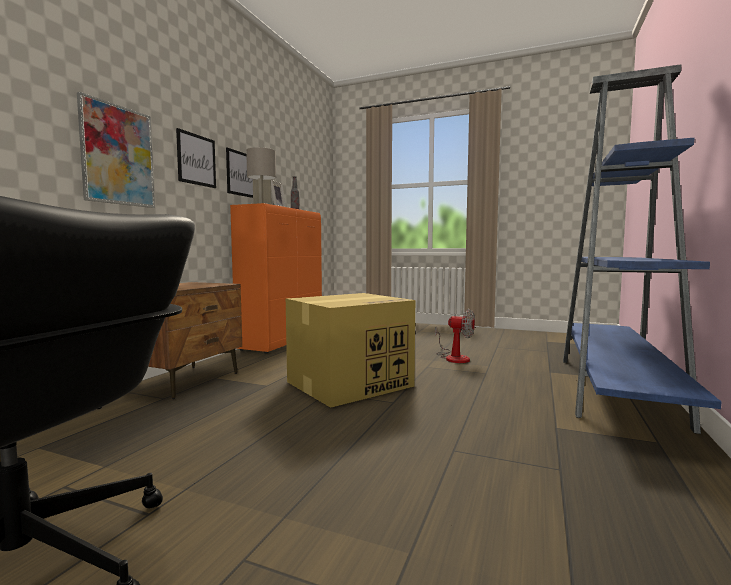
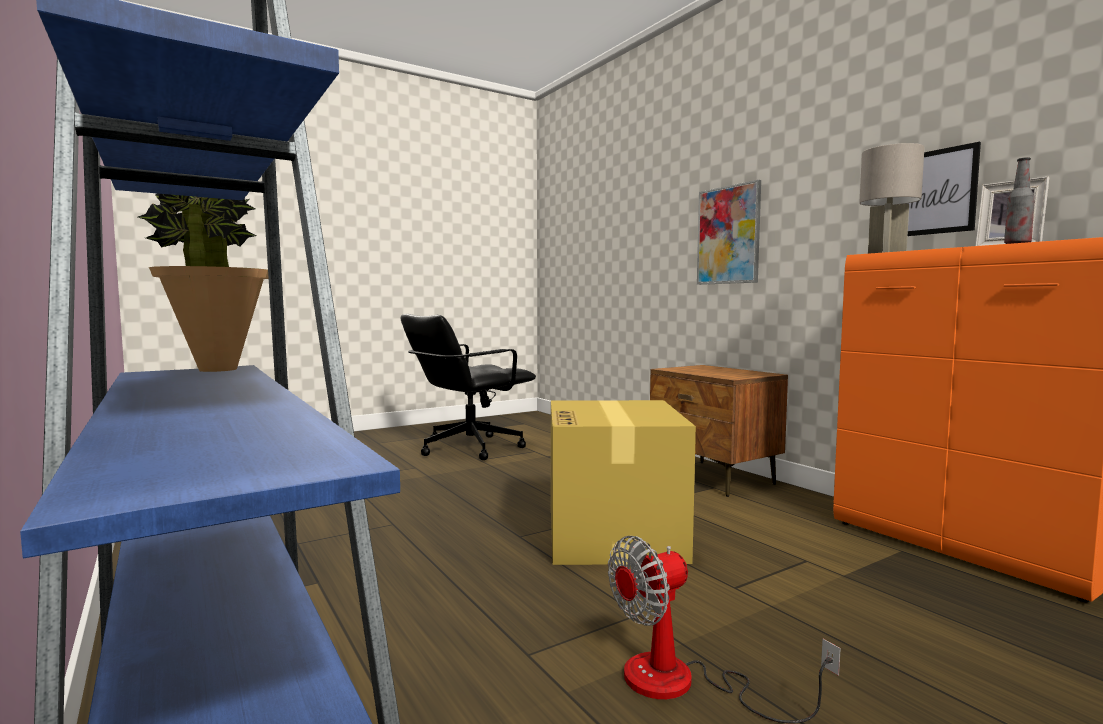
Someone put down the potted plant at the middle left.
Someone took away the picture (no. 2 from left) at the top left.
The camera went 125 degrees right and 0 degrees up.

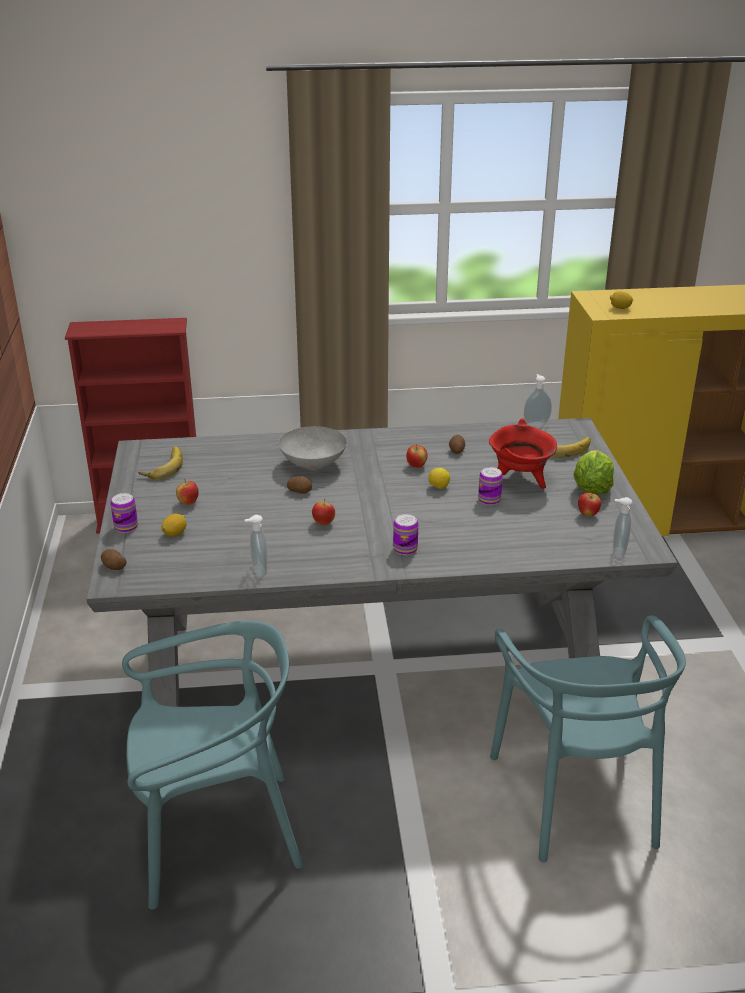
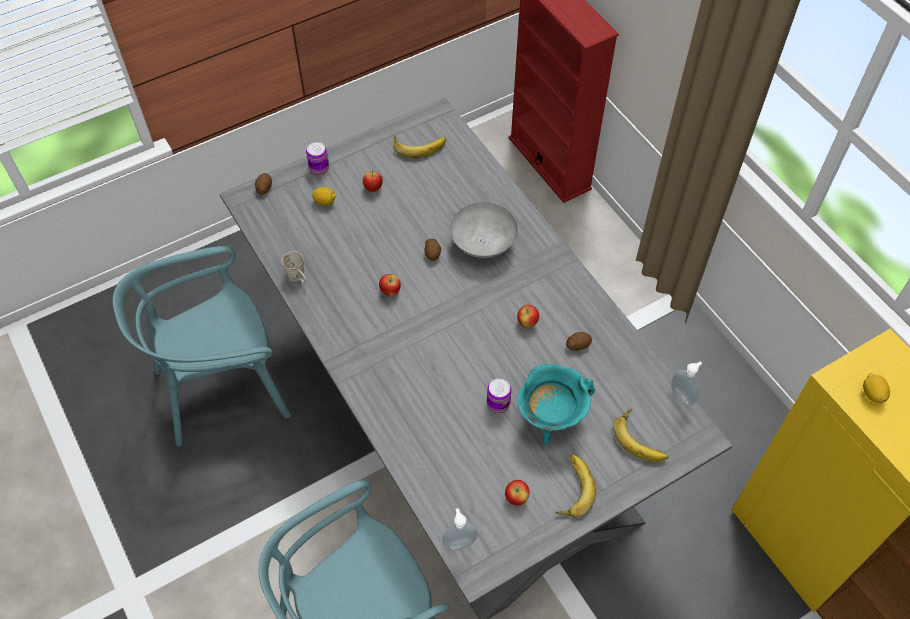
Someone rotated the turquoise chair (no. 1 from left) at the bottom left by 105 degrees clockwise.
Someone swapped the soap dispenser (no. 1 from left) at the centre for the white mug at the middle left.
Someone repainted the red cooking pot at the middle right, which became the turquoise cooking pot at the centre.
Someone swapped the lettuce at the middle right for the banana (no. 2 from left) at the bottom centre.
Someone took away the can (no. 2 from left) at the centre.
Someone took away the lemon (no. 2 from left) at the centre.
The camera went 65 degrees right and 25 degrees up.

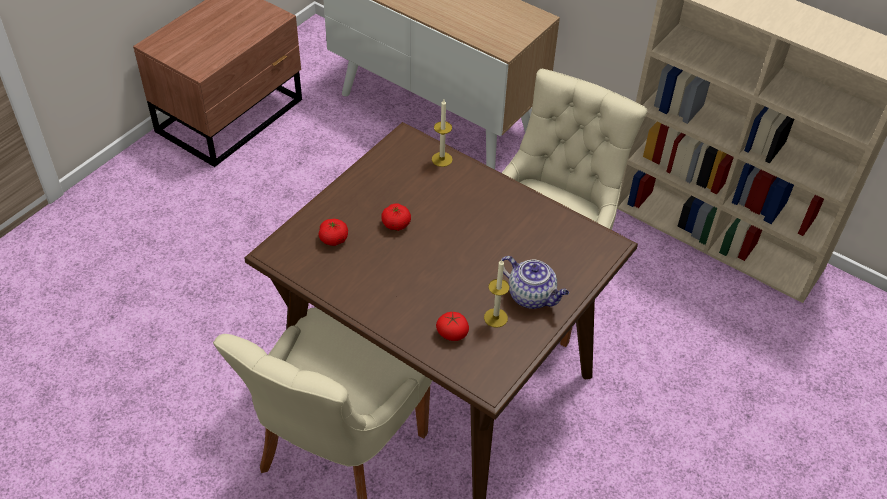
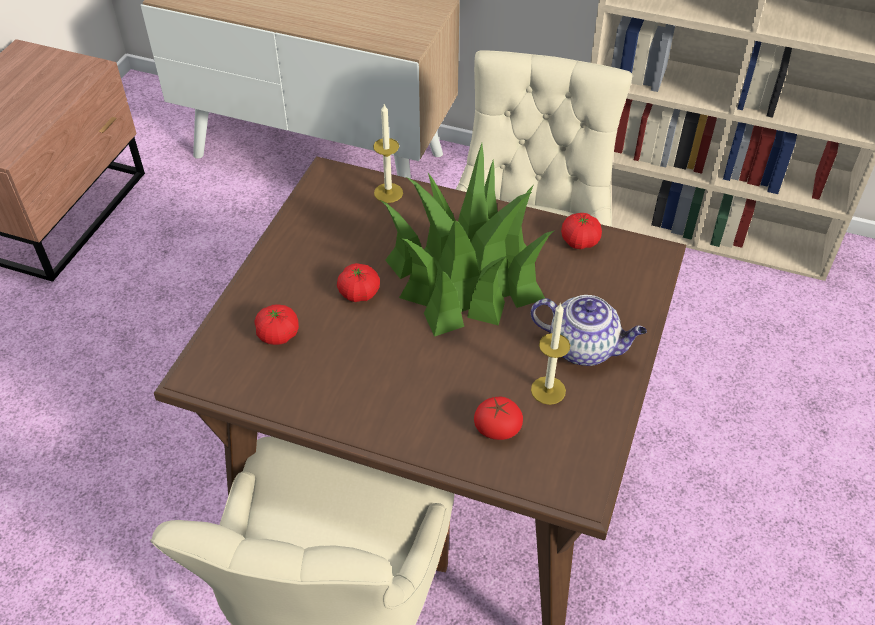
Someone put down the potted plant at the centre.
Someone put down the tomato (no. 4 from left) at the centre.
The camera went 15 degrees left and 0 degrees up.

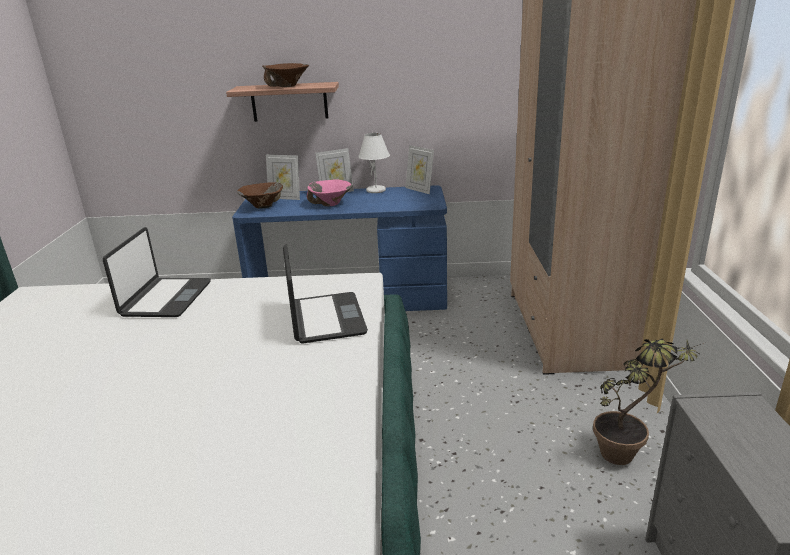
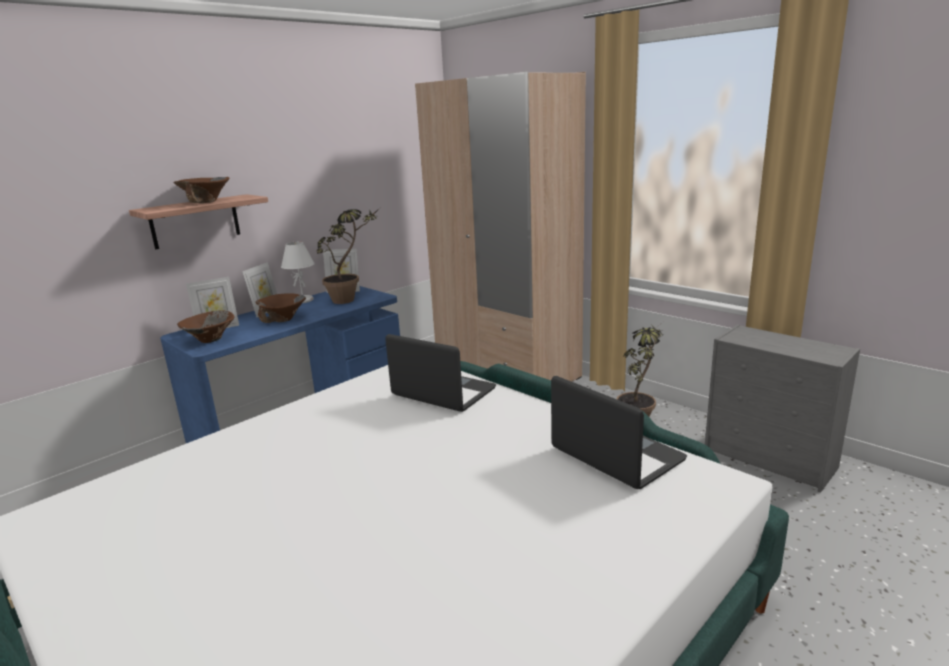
Someone repainted the pink bowl at the centre, which became the brown bowl (no. 3 from left) at the middle left.
Someone put down the potted plant (no. 1 from left) at the centre.
Someone carried the laptop (no. 1 from left in the first image) from the middle left to the centre.
The camera went 45 degrees left and 5 degrees down.

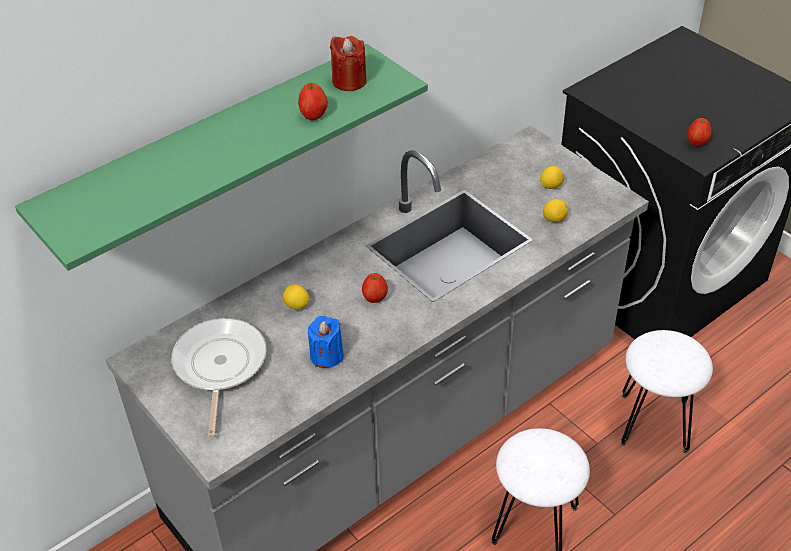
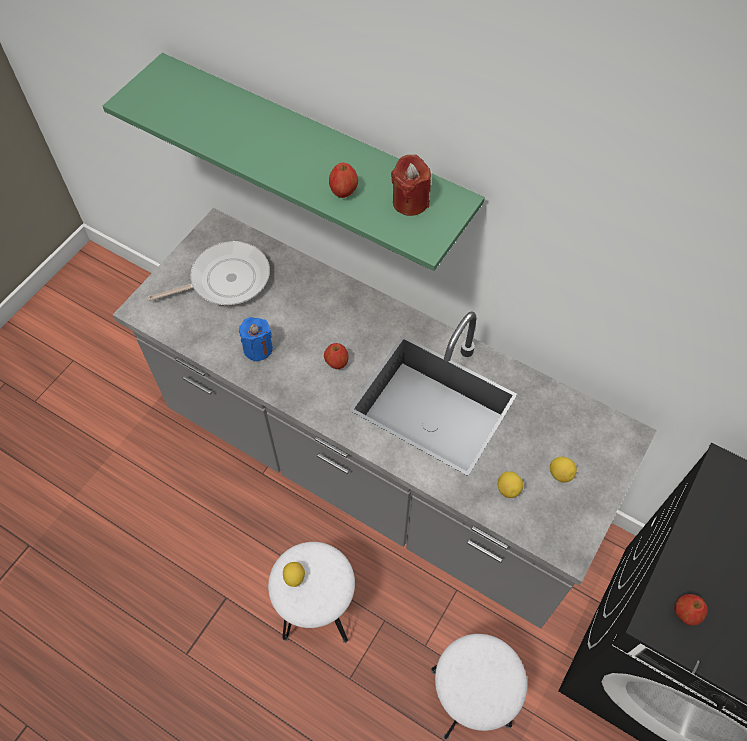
Someone carried the lemon (no. 1 from left) from the centre to the bottom centre.
The camera went 70 degrees right and 15 degrees up.

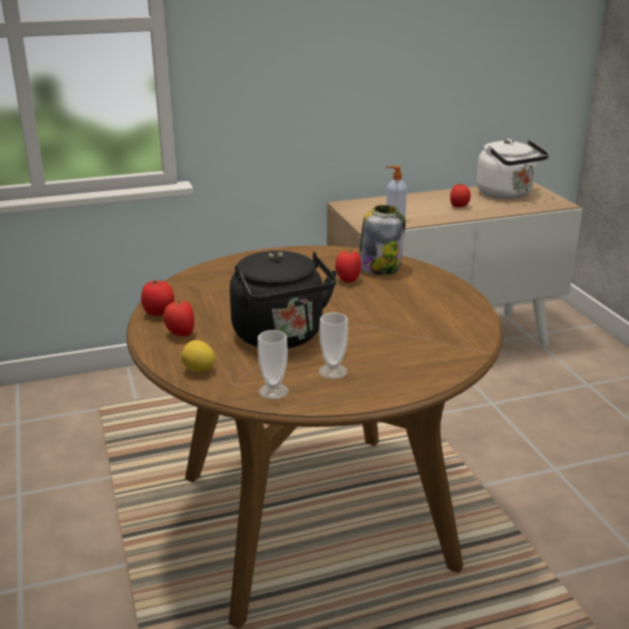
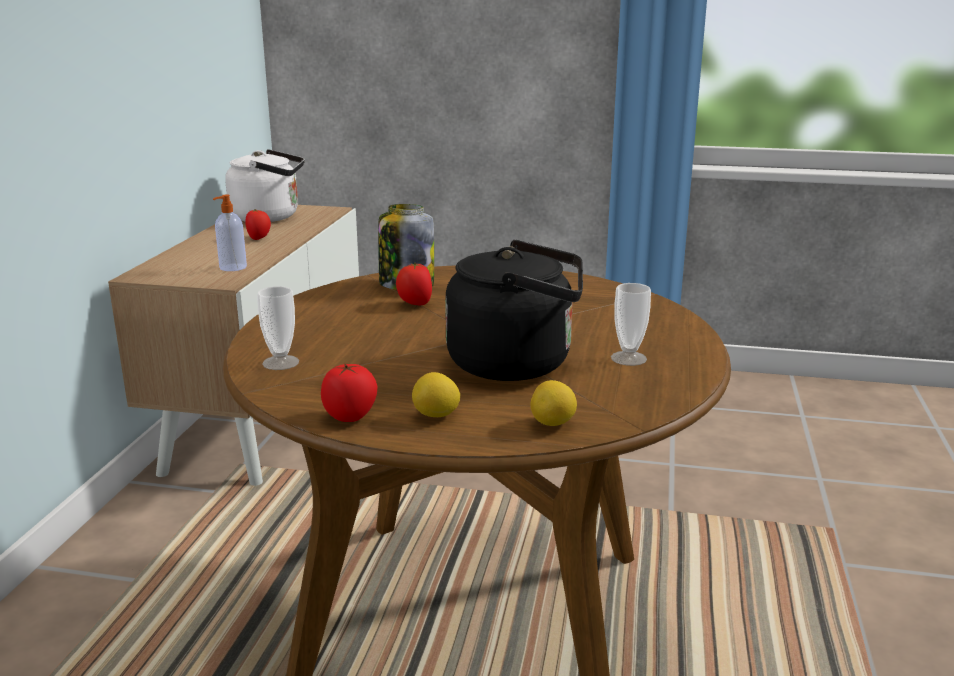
Someone carried the cup (no. 1 from left) from the centre to the middle left.
Someone swapped the tomato (no. 2 from left) at the middle left for the lemon (no. 1 from left) at the centre.
The camera went 60 degrees left and 5 degrees down.

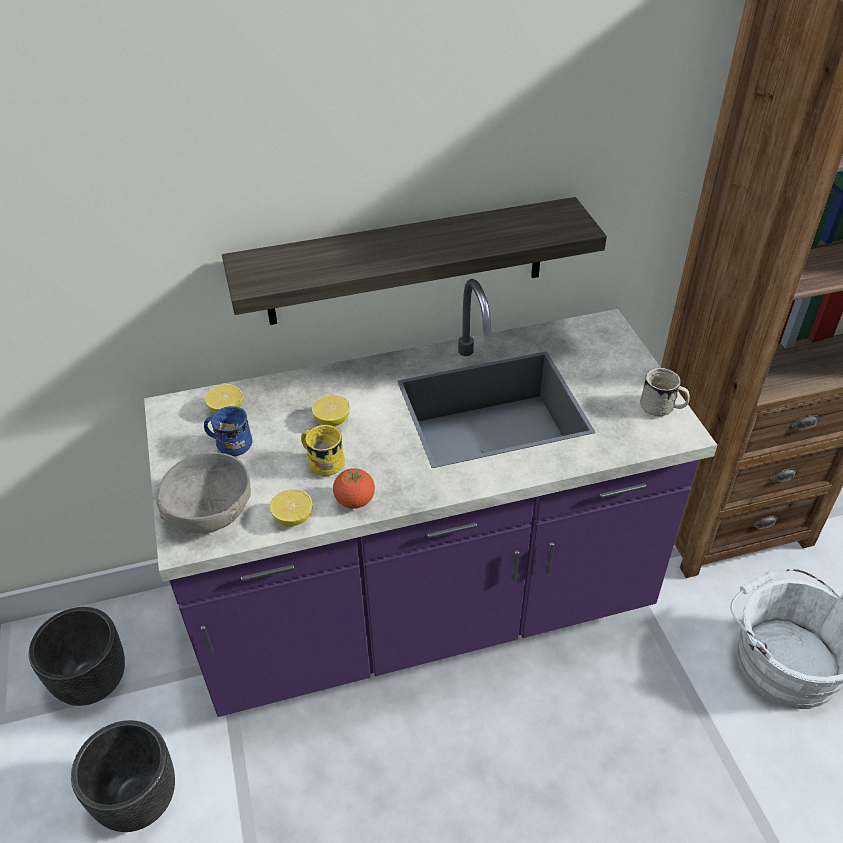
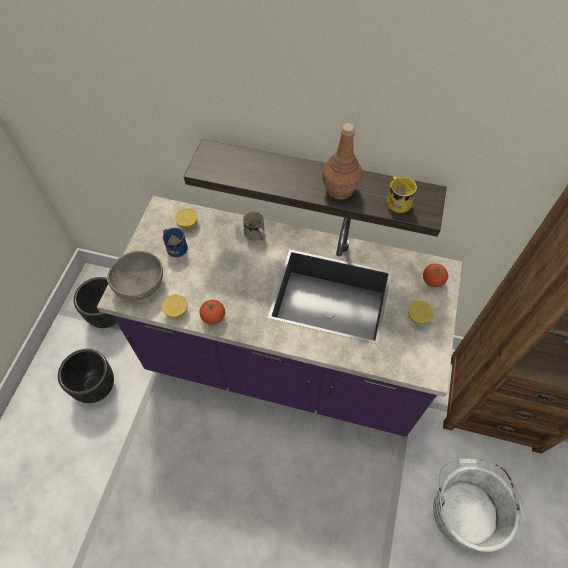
Someone carried the white mug from the middle right to the centre.
Someone put down the brown bottle at the top centre.
Someone carried the yellow mug from the centre to the middle right.
Someone carried the lemon (no. 3 from left) from the centre to the middle right.
Someone put down the tomato (no. 2 from left) at the middle right.
The camera went 30 degrees right and 15 degrees up.

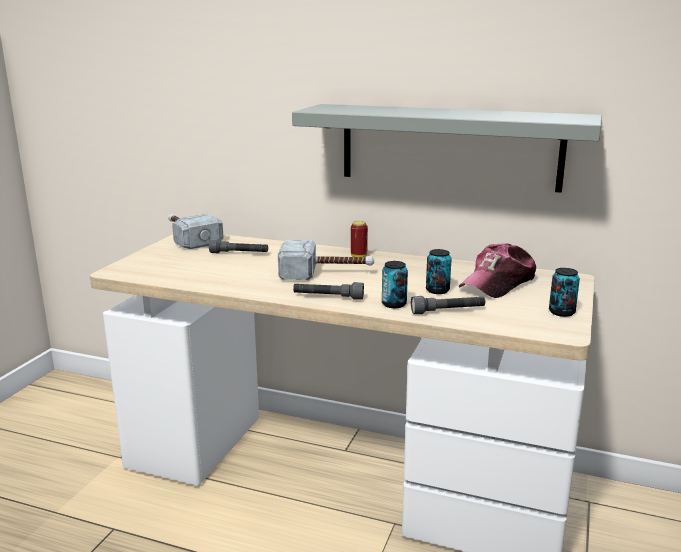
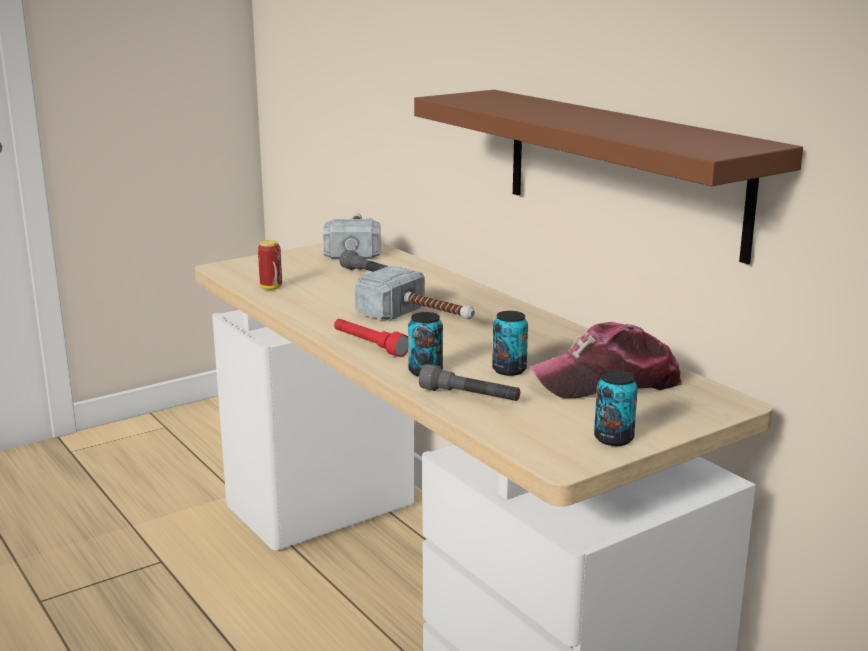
Someone carried the can (no. 1 from left) from the centre to the middle left.
Someone repainted the grey flashlight (no. 2 from left) at the centre, which became the red flashlight at the centre.
Someone repainted the grey shelf at the top centre, which became the brown shelf at the top right.
The camera went 35 degrees right and 0 degrees up.

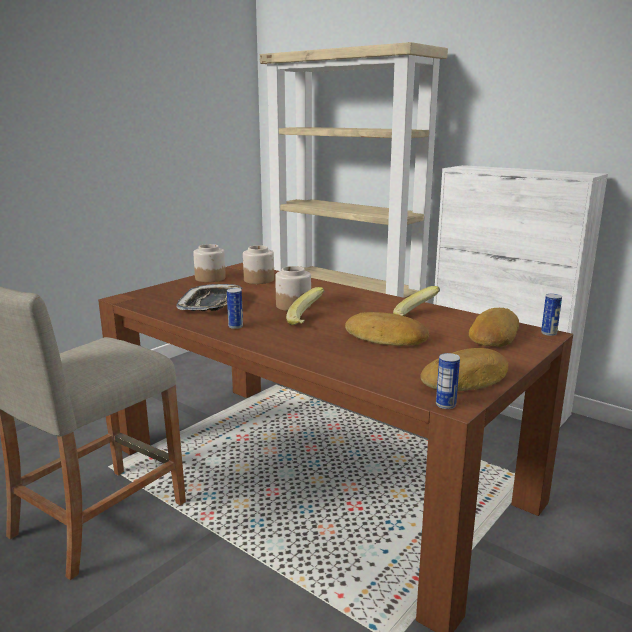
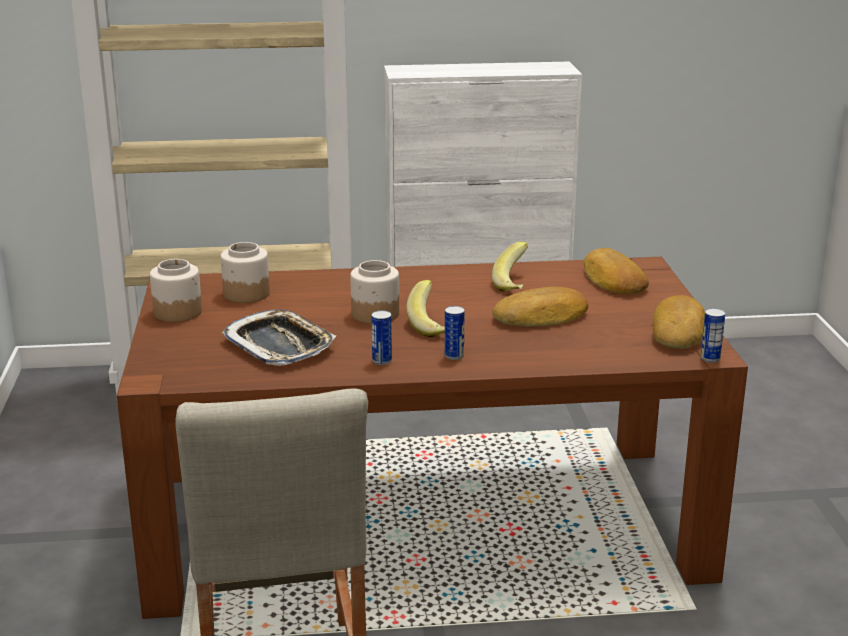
Someone carried the can (no. 3 from left in the first image) from the middle right to the centre.
The camera went 45 degrees left and 5 degrees up.

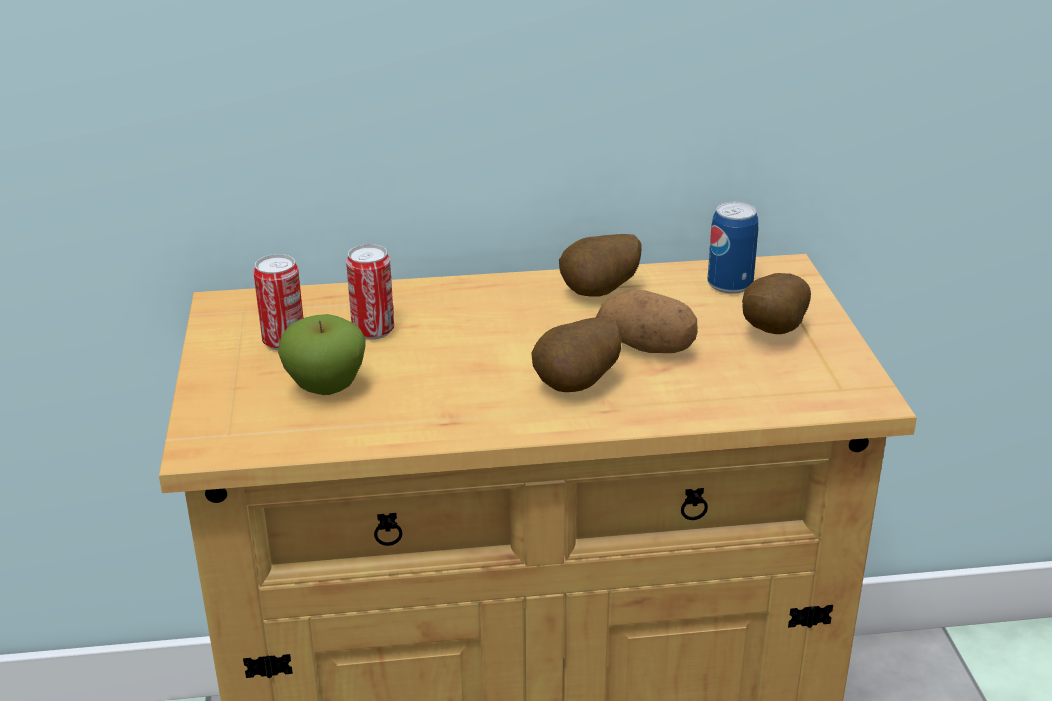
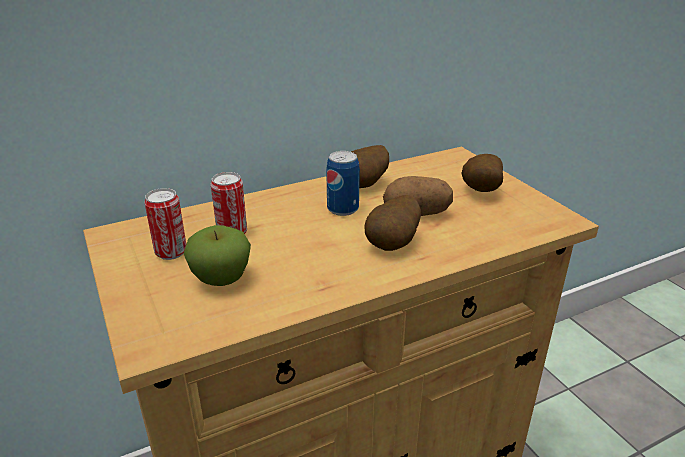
Someone carried the can (no. 3 from left) from the middle right to the centre.
The camera went 20 degrees left and 0 degrees up.

